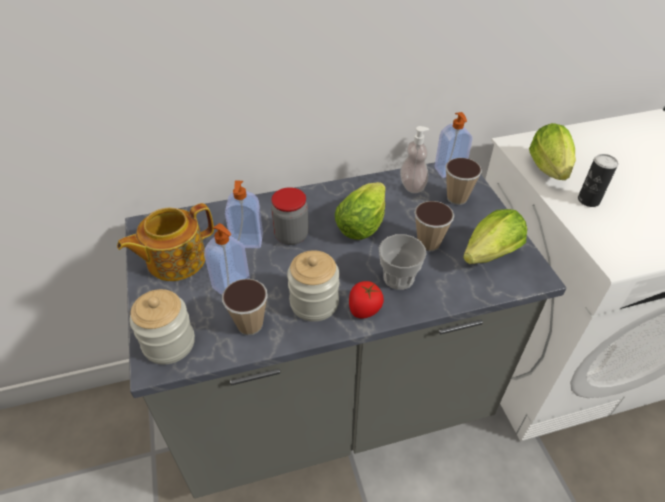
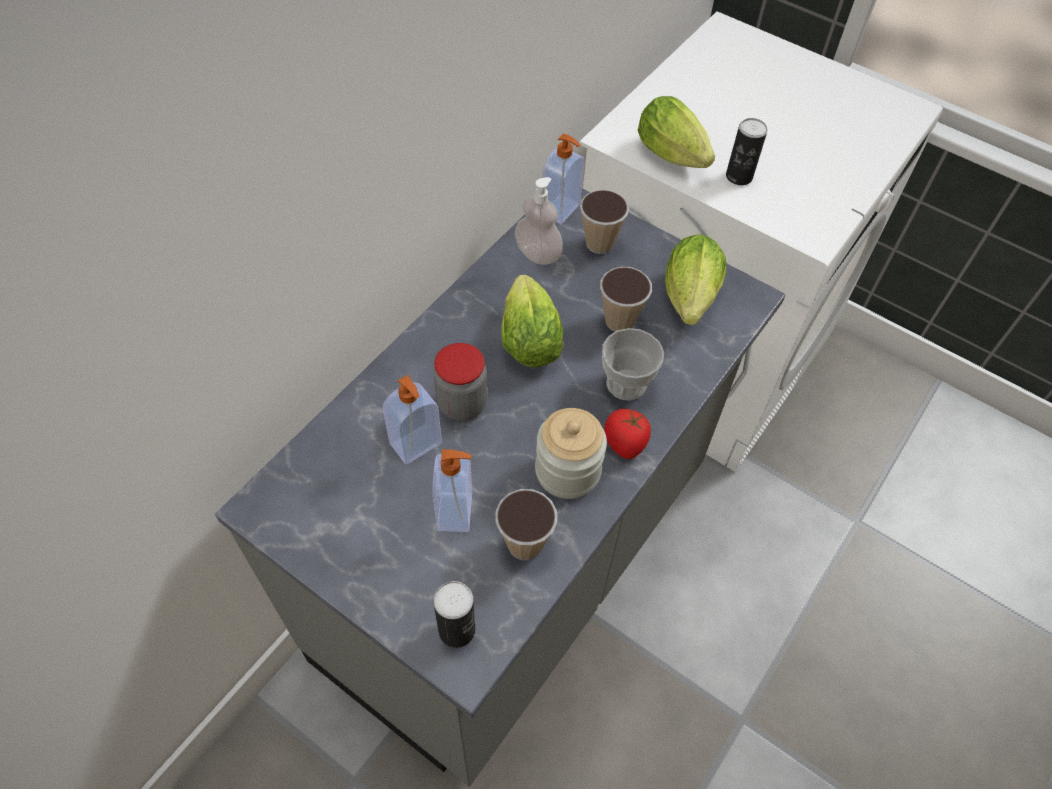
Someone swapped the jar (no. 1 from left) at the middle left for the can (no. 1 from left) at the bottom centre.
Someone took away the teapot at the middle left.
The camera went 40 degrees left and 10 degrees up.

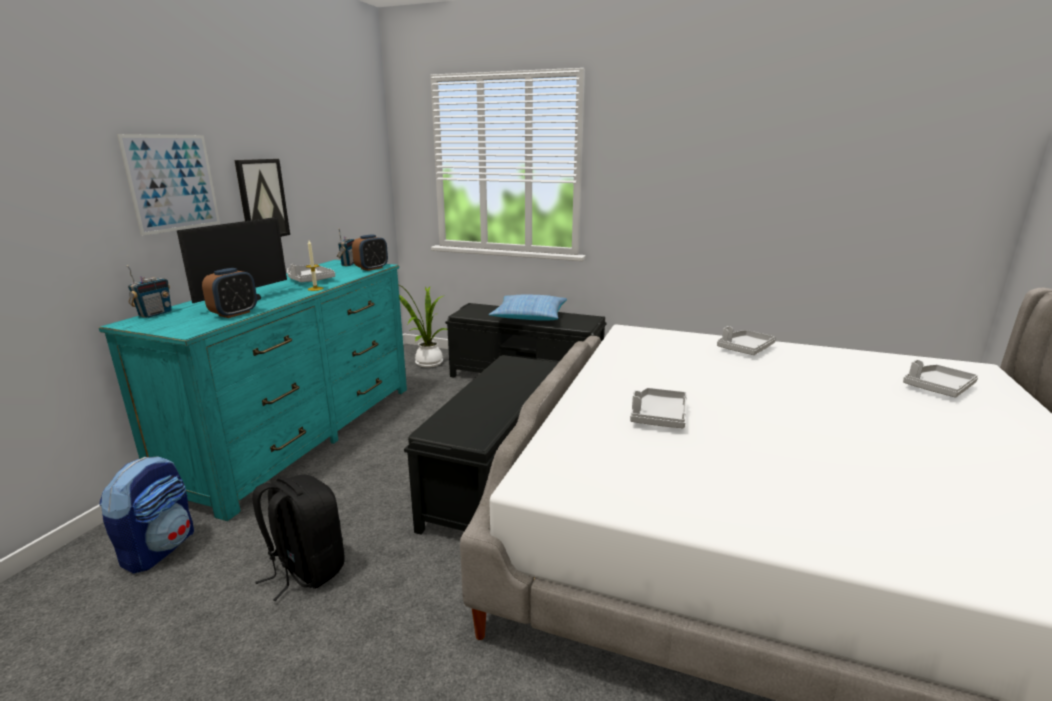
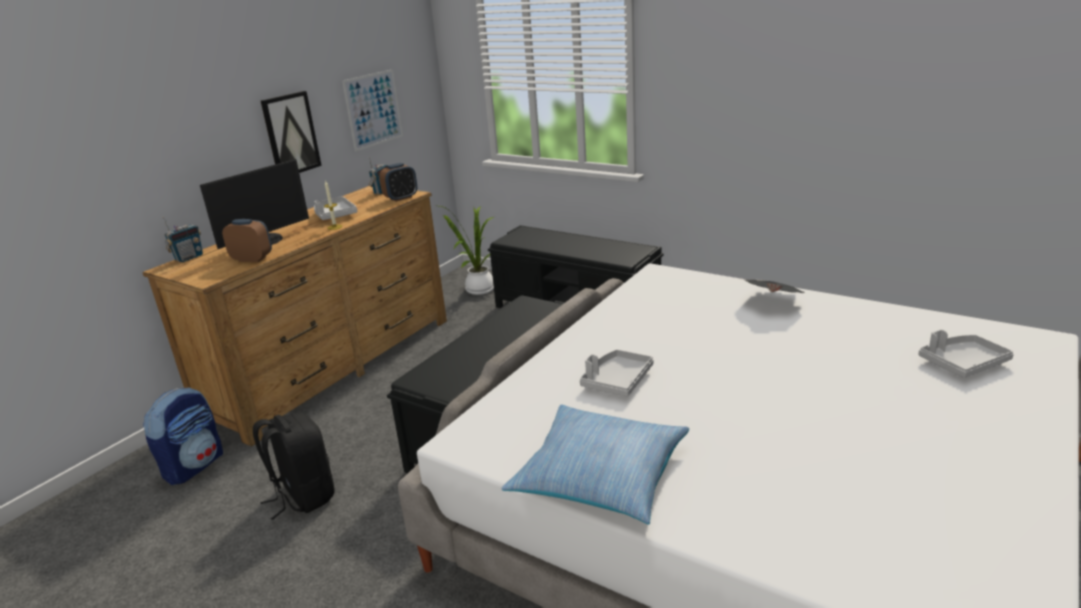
Someone repainted the turquoise dresser at the middle left, which became the brown dresser at the middle left.
Someone rotated the alarm clock (no. 1 from left) at the middle left by 120 degrees counterclockwise.
Someone carried the picture (no. 1 from left in the first image) from the top left to the top centre.
Someone carried the pillow from the centre to the bottom centre.
Someone swapped the grey tray (no. 3 from left) at the middle right for the newspaper at the middle right.
The camera went 15 degrees right and 5 degrees up.

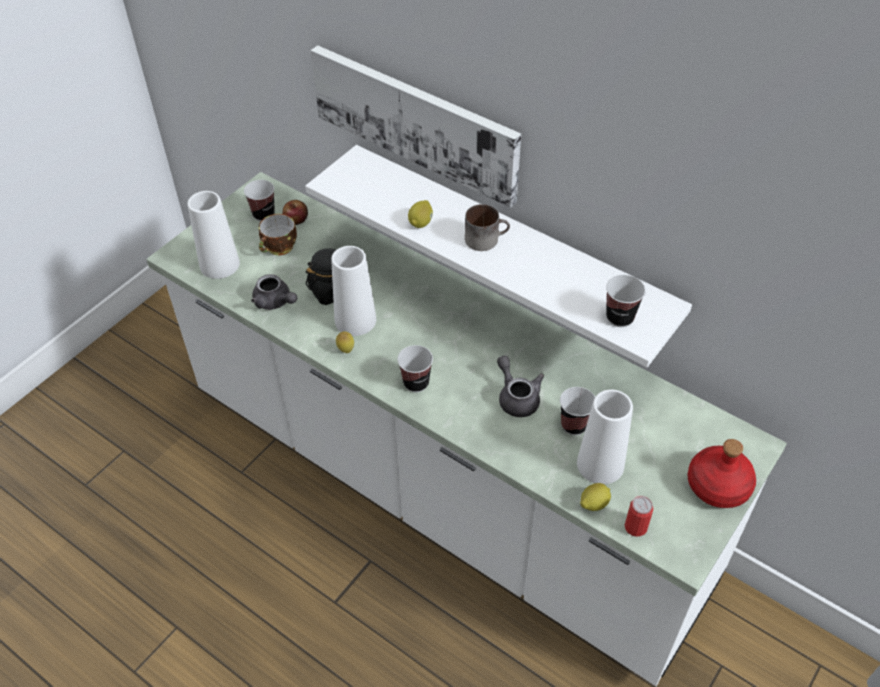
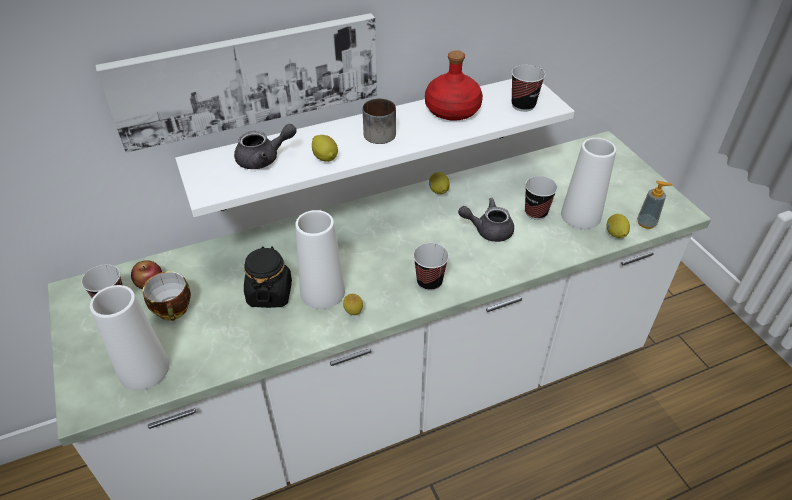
Someone carried the grey teapot (no. 1 from left) from the middle left to the top centre.
Someone carried the red bottle from the bottom right to the top centre.
Someone put down the lemon (no. 3 from left) at the centre.
Someone swapped the can at the bottom right for the soap dispenser at the middle right.
The camera went 60 degrees left and 5 degrees down.

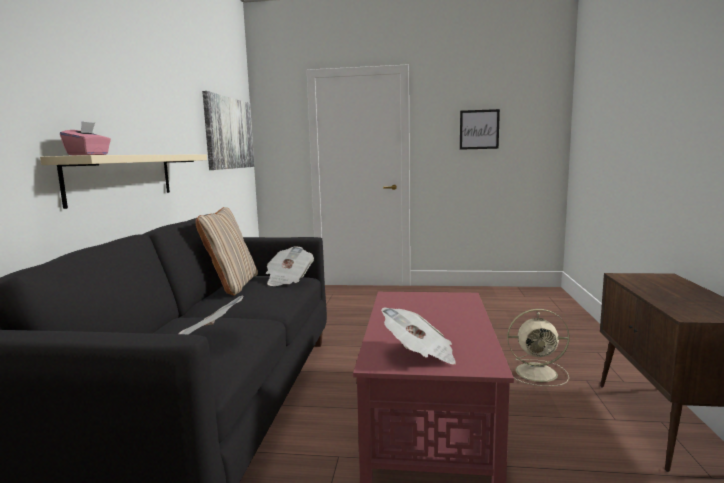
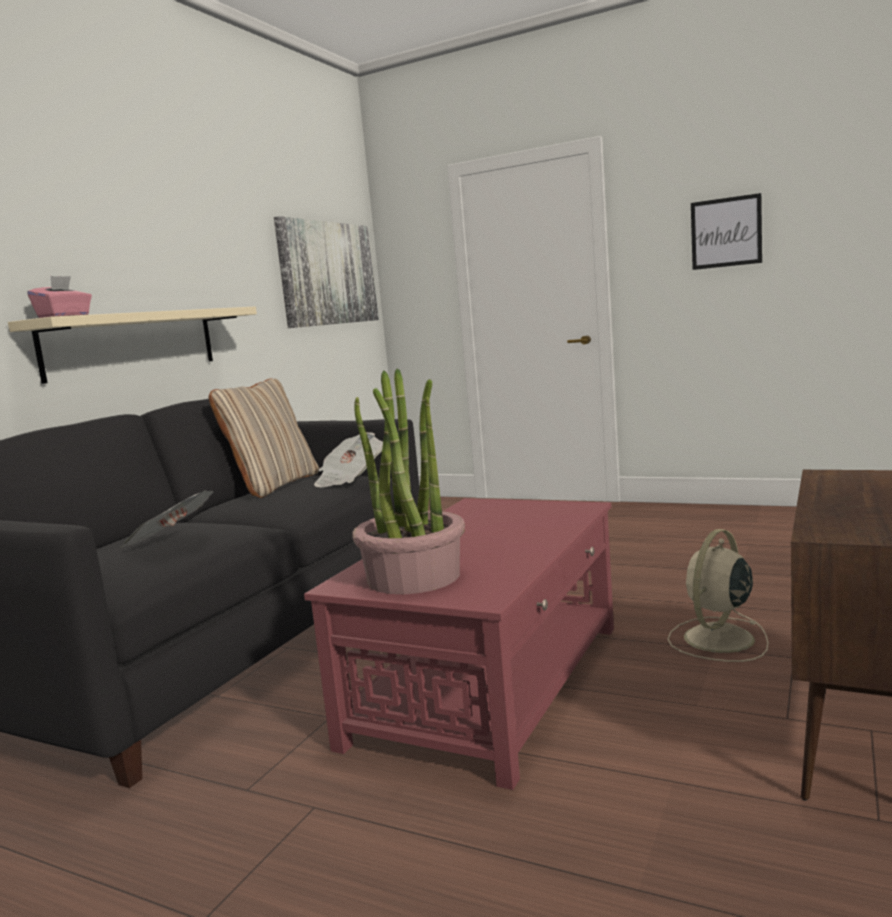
Someone swapped the newspaper (no. 3 from left) at the bottom centre for the potted plant at the centre.
Someone rotated the beige fan at the bottom right by 105 degrees clockwise.
The camera went 20 degrees right and 0 degrees up.

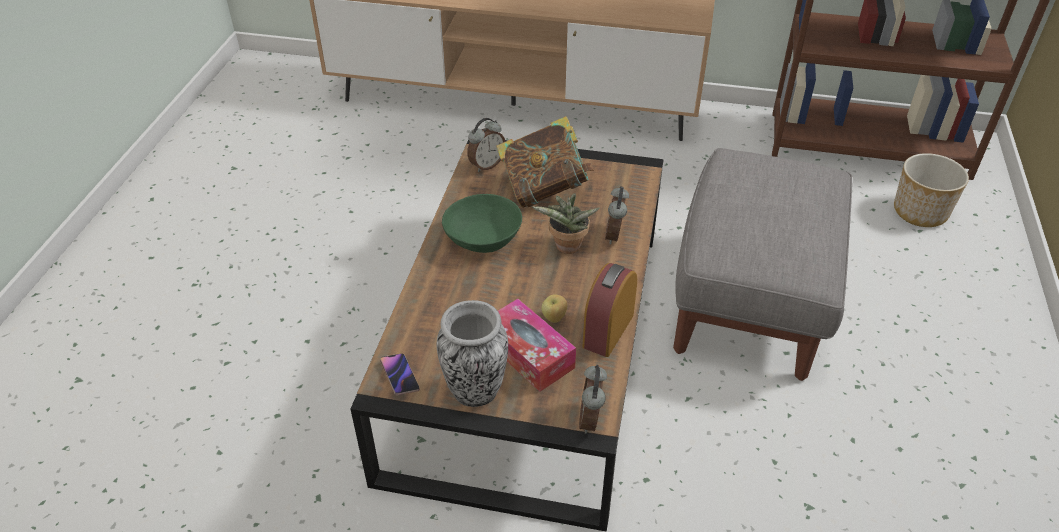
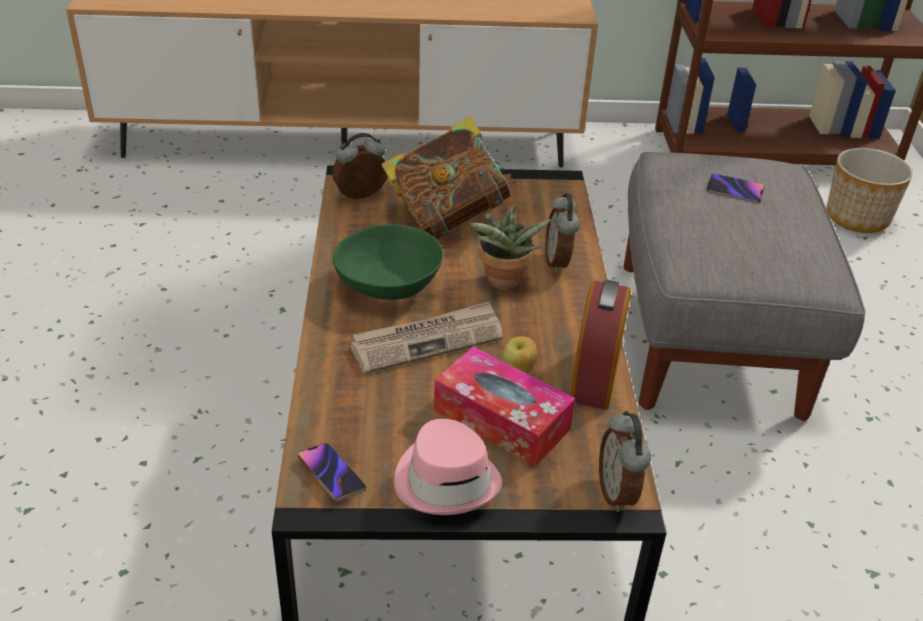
Someone rotated the alarm clock (no. 1 from left) at the top centre by 150 degrees counterclockwise.
Someone put down the newspaper at the centre.
Someone swapped the vase at the centre for the pink hat at the bottom centre.
Someone put down the phone (no. 2 from left) at the top right.
The camera went 15 degrees left and 5 degrees down.

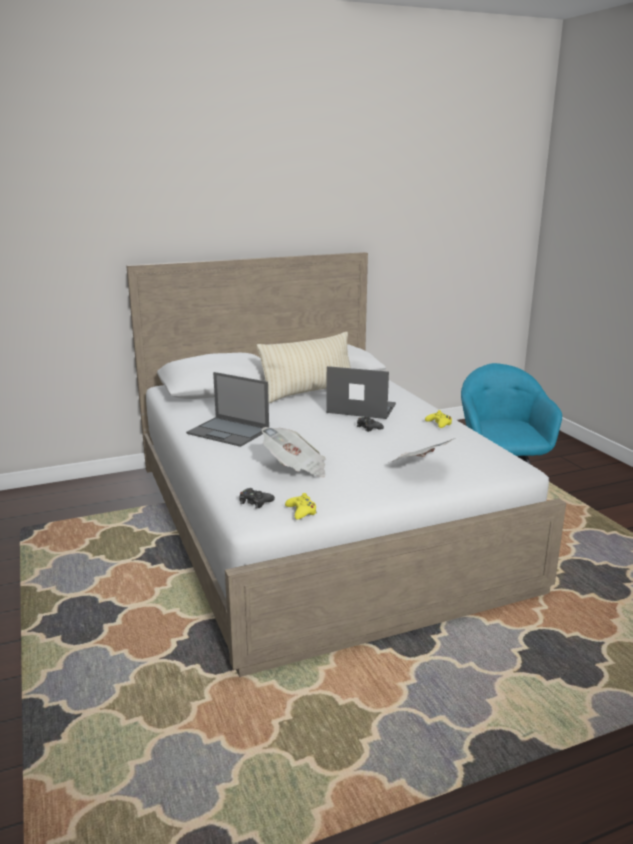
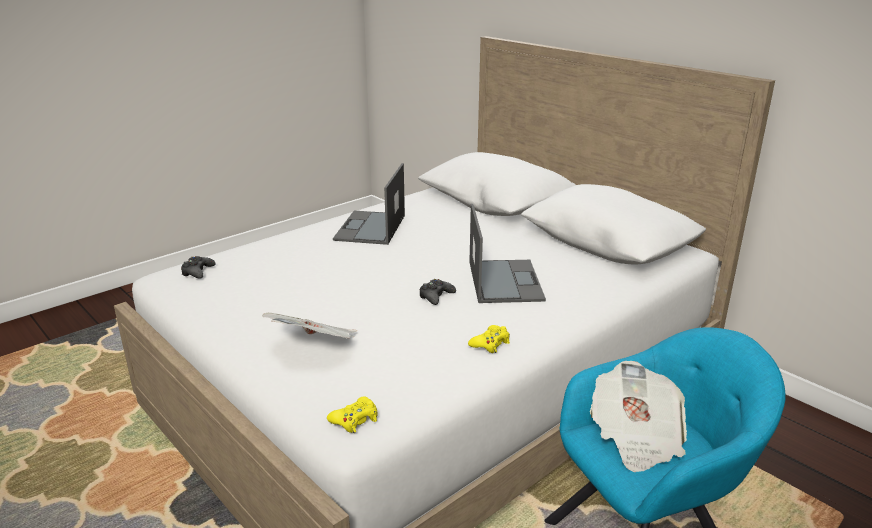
Someone carried the yellow game controller (no. 1 from left) from the centre to the bottom centre.
Someone carried the newspaper (no. 1 from left in the first image) from the centre to the bottom right.
Someone took away the beige pillow at the centre.
The camera went 70 degrees right and 5 degrees up.

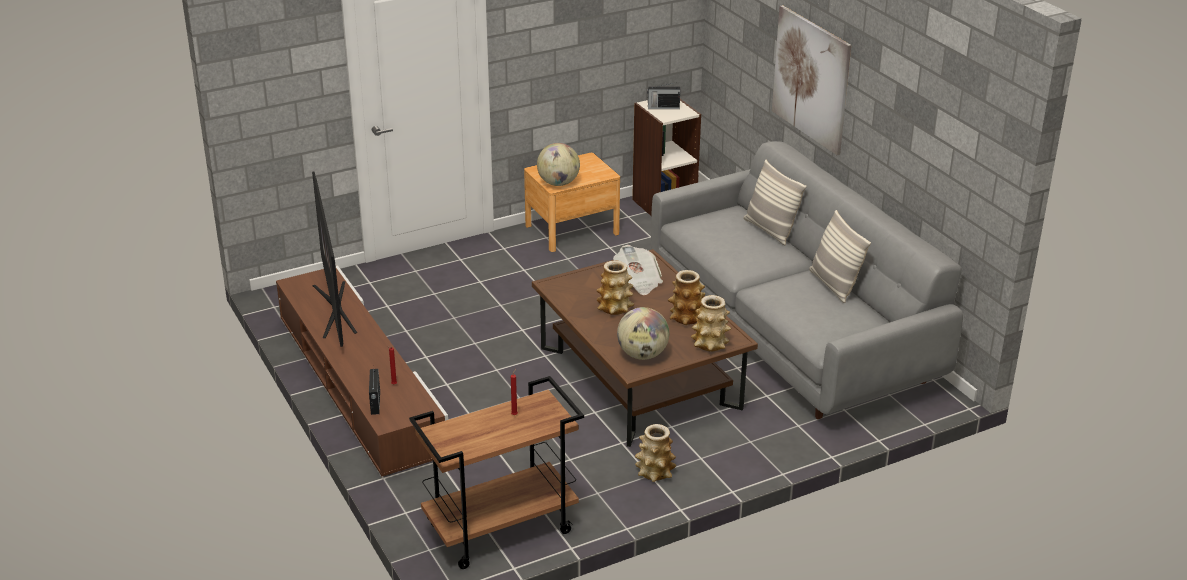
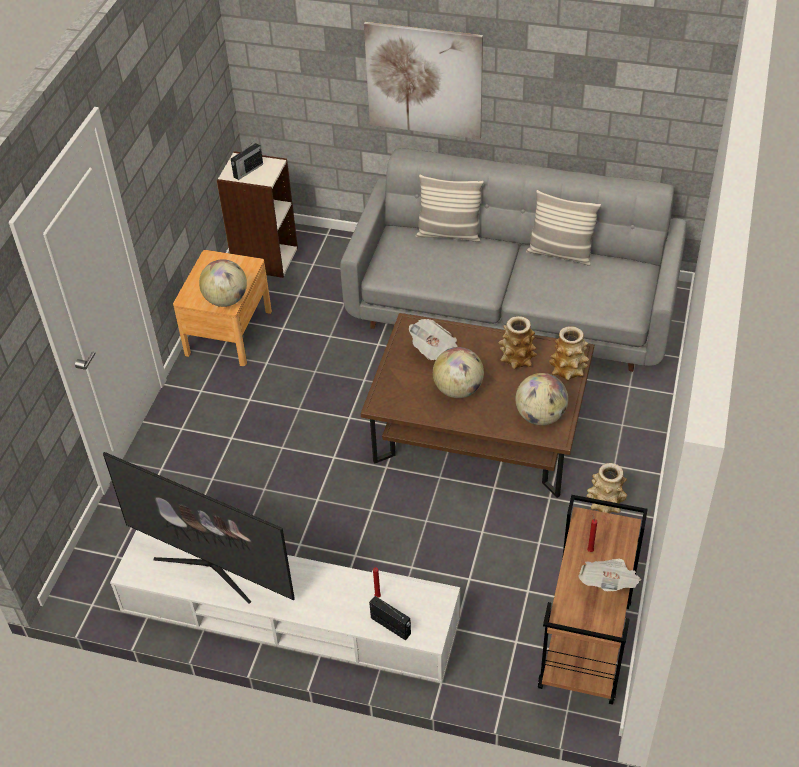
Someone repainted the brown tv stand at the middle left, which became the white tv stand at the bottom centre.
Someone swapped the vase (no. 1 from left) at the centre for the globe (no. 2 from left) at the centre.
Someone put down the newspaper (no. 2 from left) at the bottom right.
The camera went 45 degrees left and 15 degrees up.

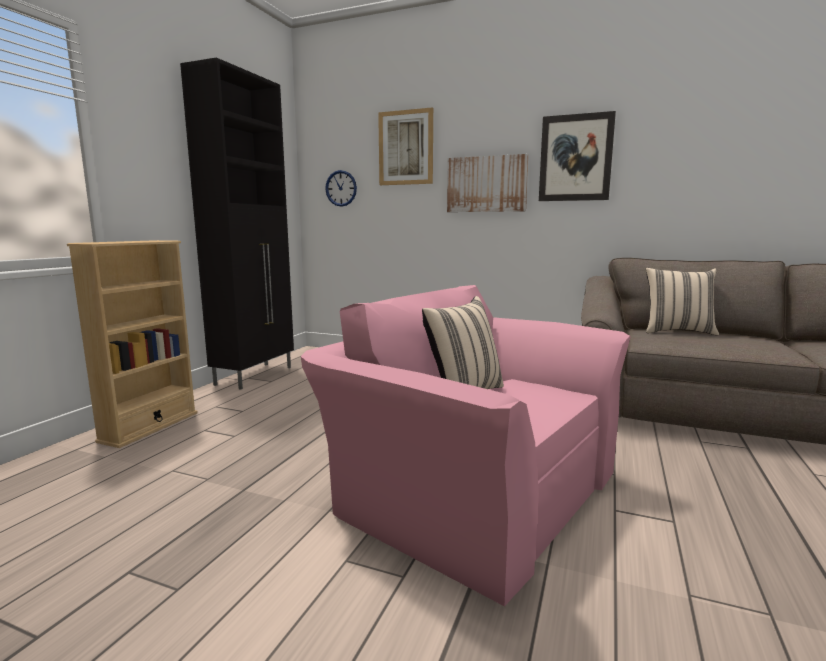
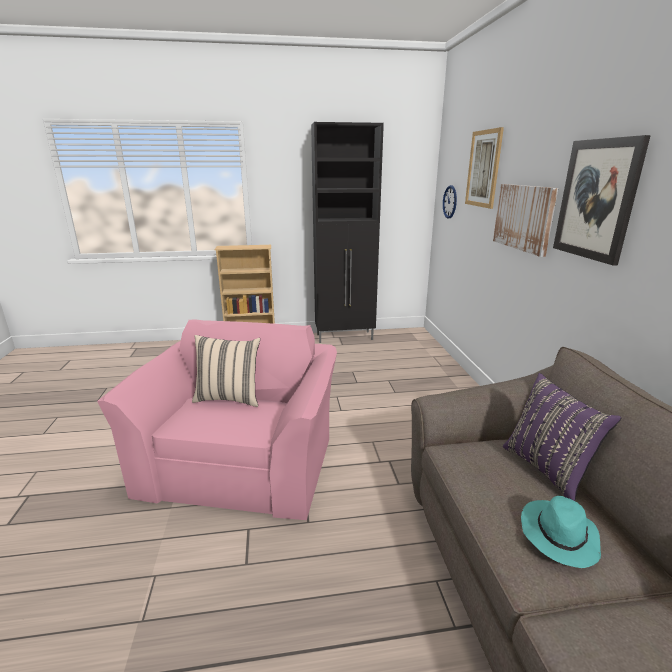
Someone repainted the beige pillow (no. 2 from left) at the middle right, which became the purple pillow at the middle right.
Someone put down the turquoise hat at the bottom right.
The camera went 60 degrees right and 10 degrees up.

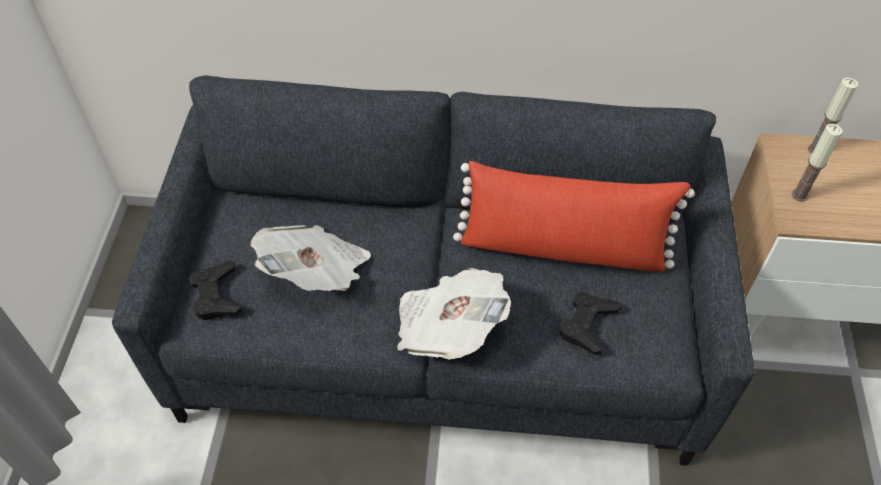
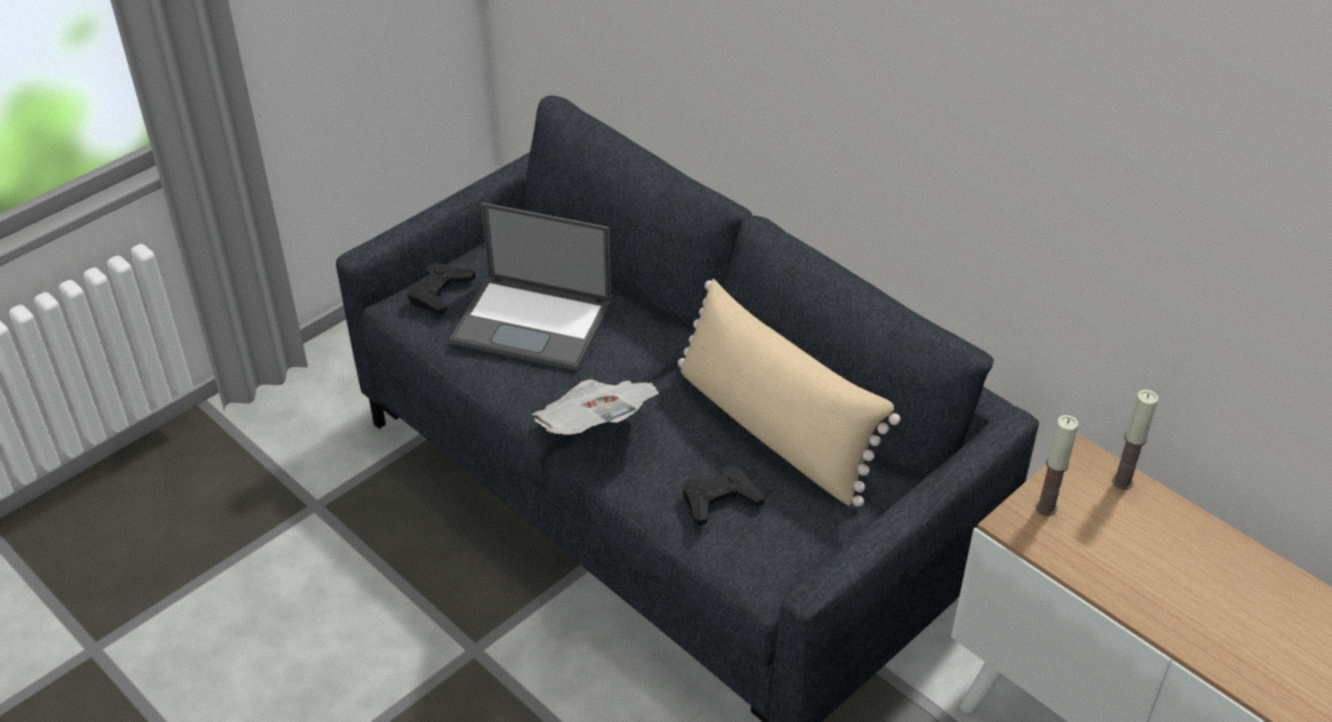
Someone swapped the newspaper (no. 1 from left) at the centre for the laptop at the centre.
Someone repainted the red pillow at the centre, which became the beige pillow at the centre.
The camera went 40 degrees right and 10 degrees down.

